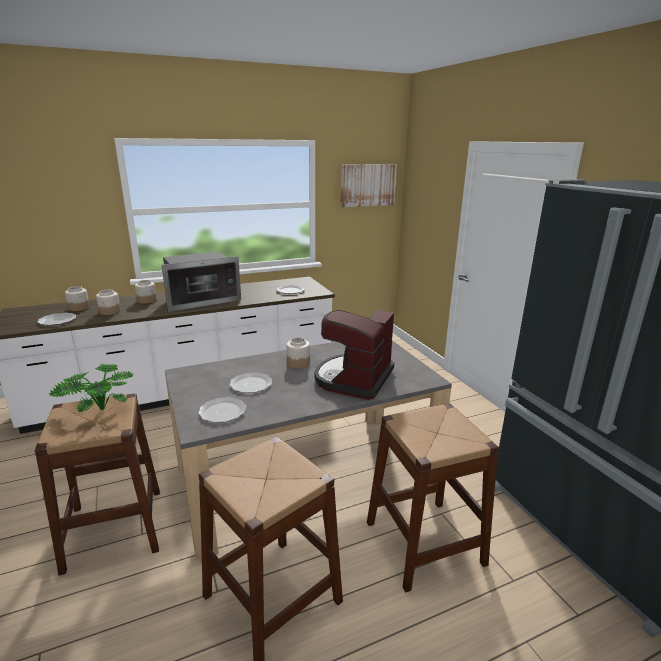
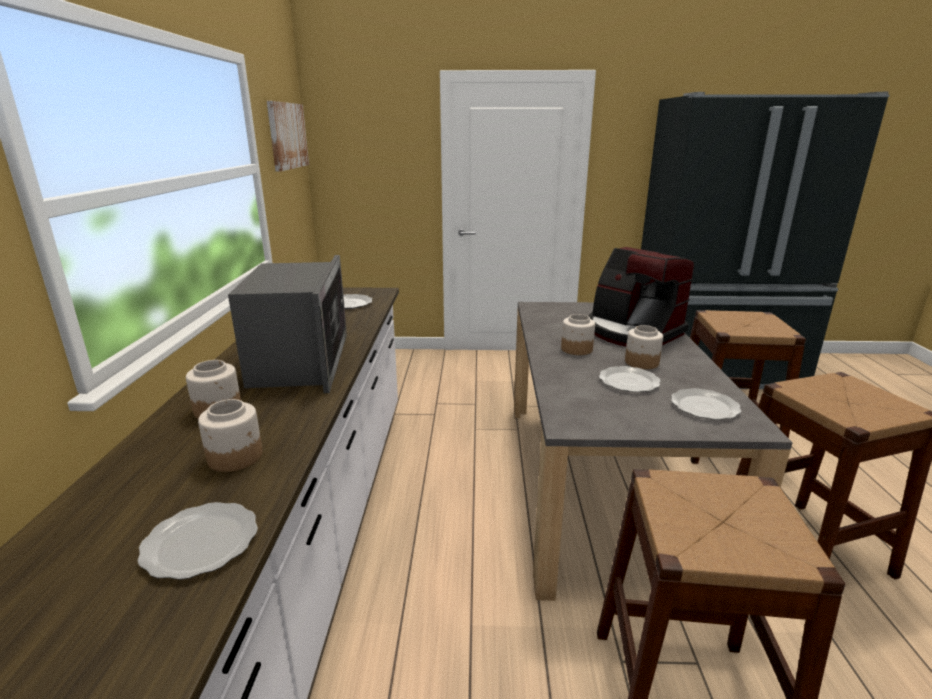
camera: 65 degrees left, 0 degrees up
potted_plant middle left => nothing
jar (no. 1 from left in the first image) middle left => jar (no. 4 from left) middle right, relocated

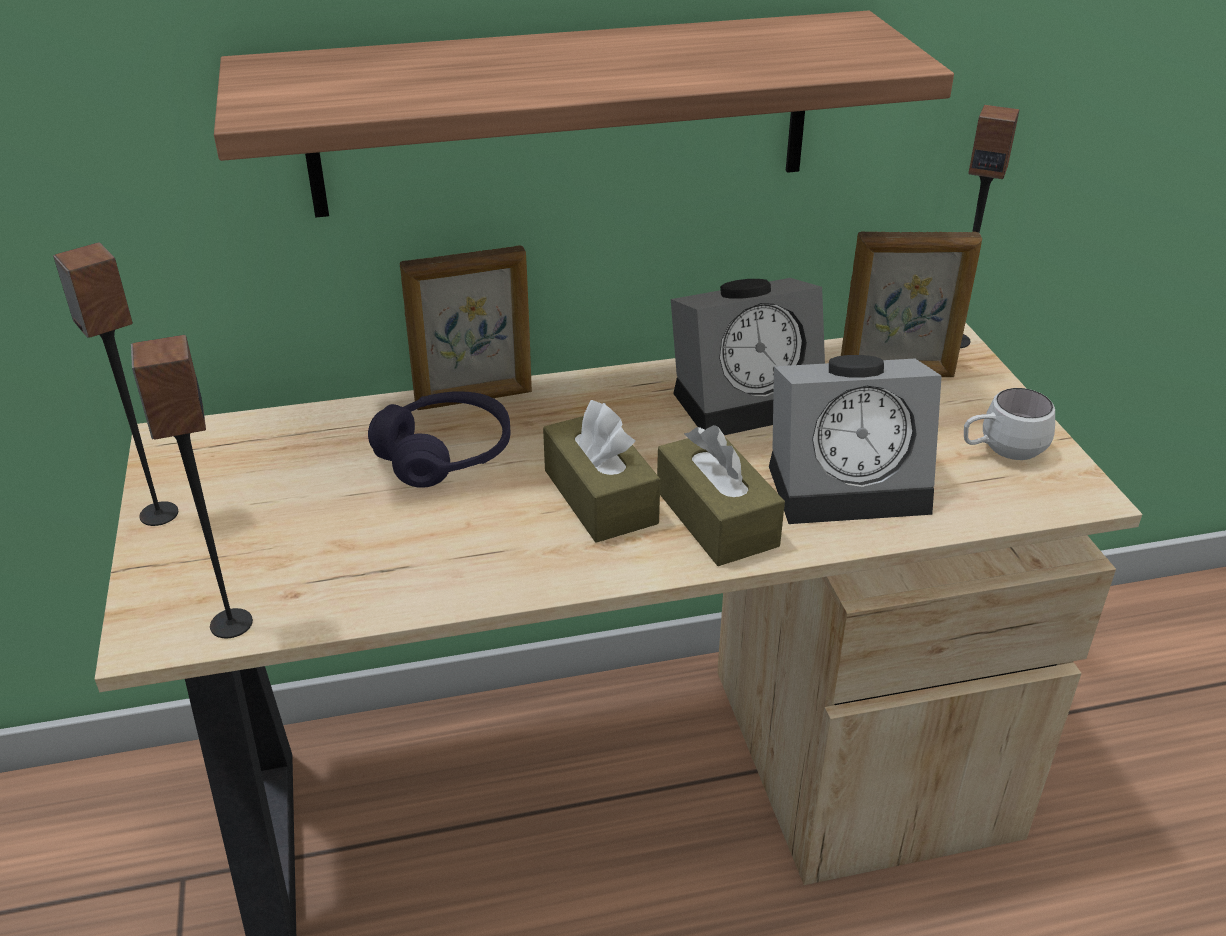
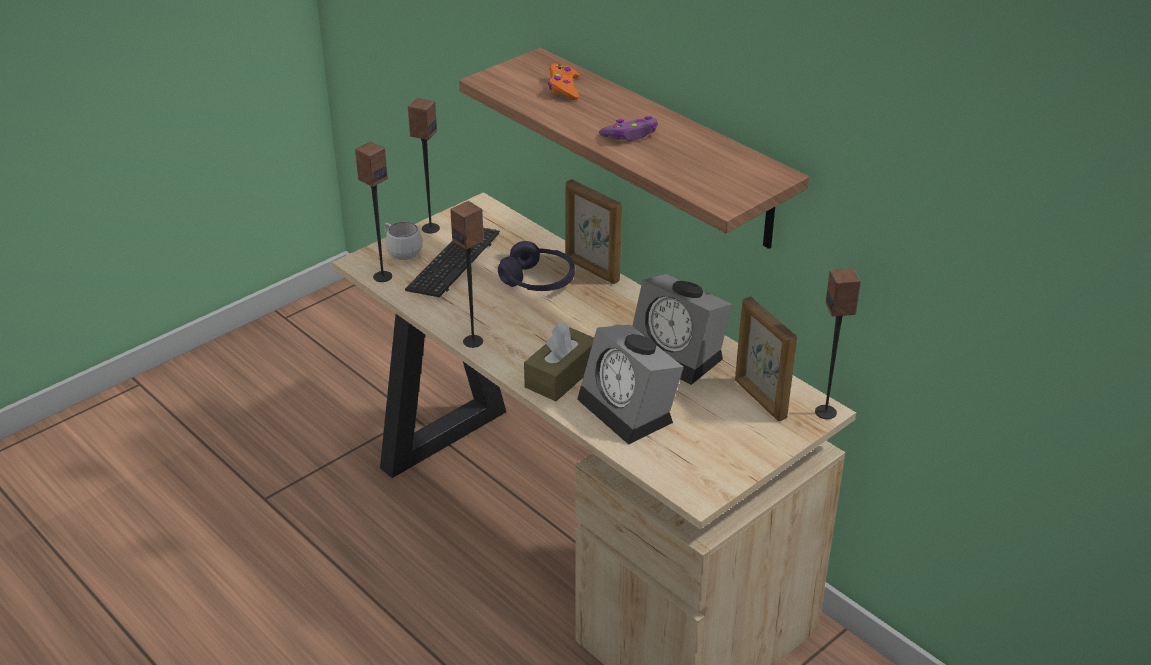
camera: 60 degrees right, 0 degrees up
brown_tissue_box (no. 1 from left) centre => nothing
white_mug middle right => white_mug centre, relocated
nothing => keyboard centre
nothing => speaker (no. 3 from left) centre
nothing => orange_game_controller top centre
nothing => purple_game_controller top centre

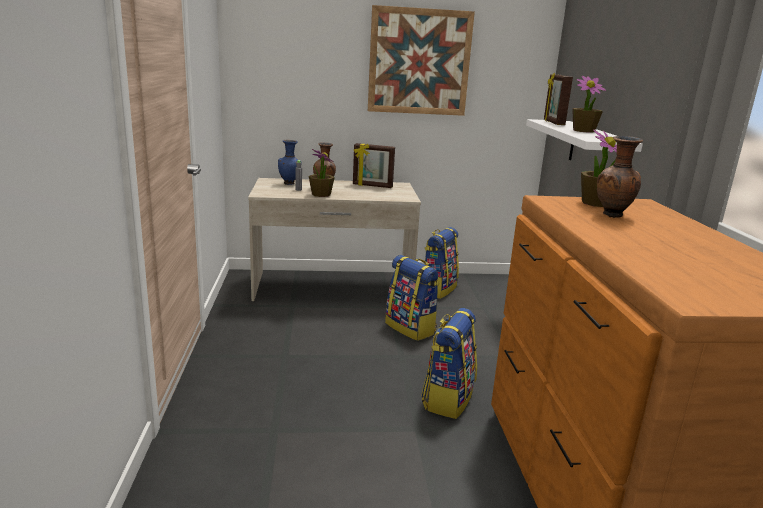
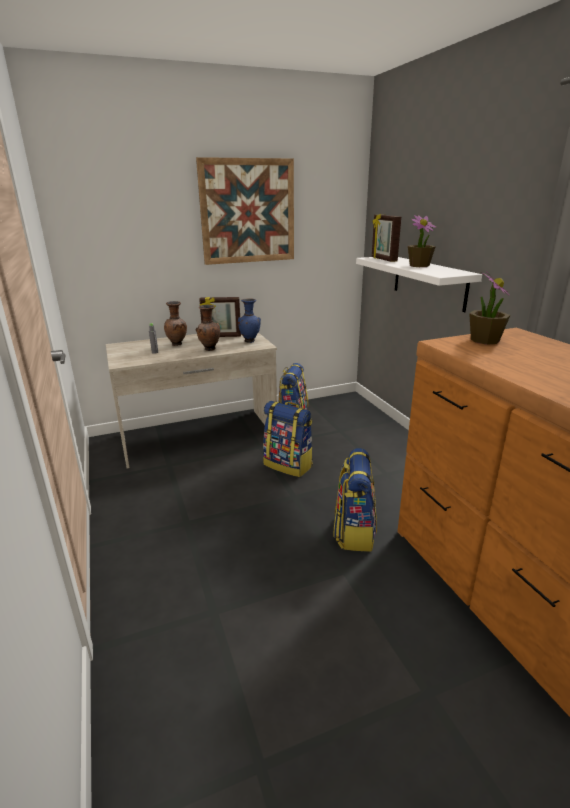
camera: 15 degrees left, 5 degrees up
blue_vase top centre => blue_vase centre, relocated
potted_plant (no. 1 from left) centre => nothing
brown_vase (no. 2 from left) middle right => brown_vase (no. 2 from left) centre, relocated

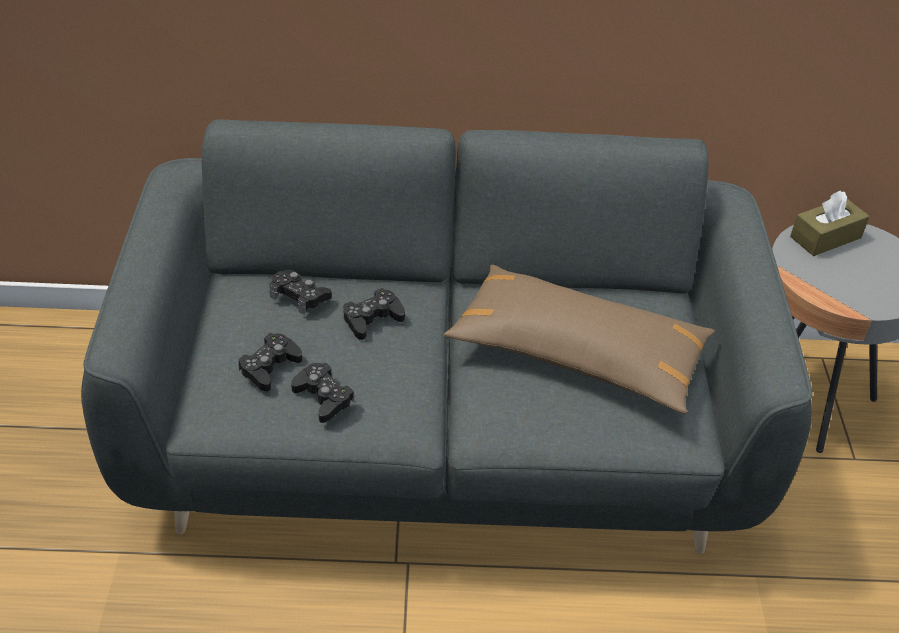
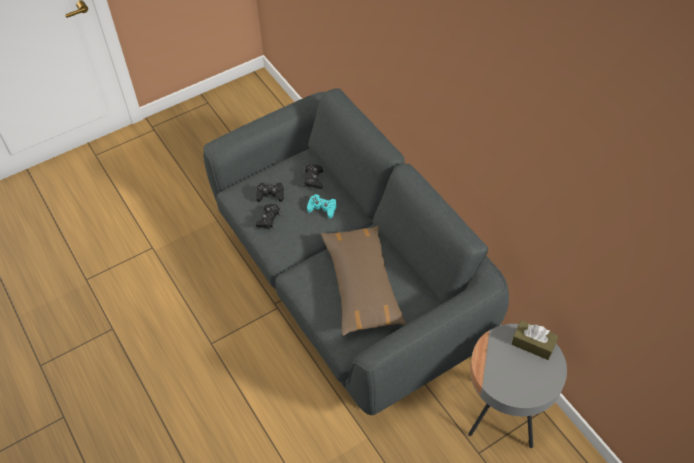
camera: 60 degrees right, 10 degrees up
black_game_controller (no. 4 from left) centre => turquoise_game_controller centre

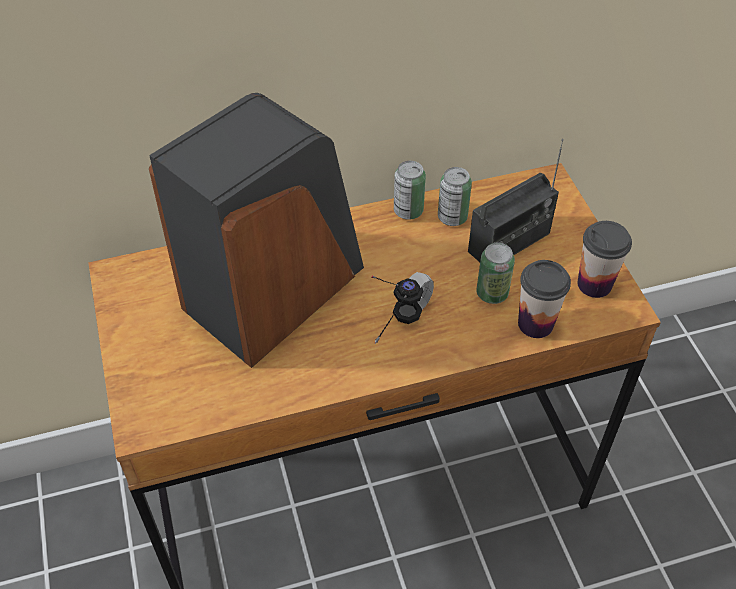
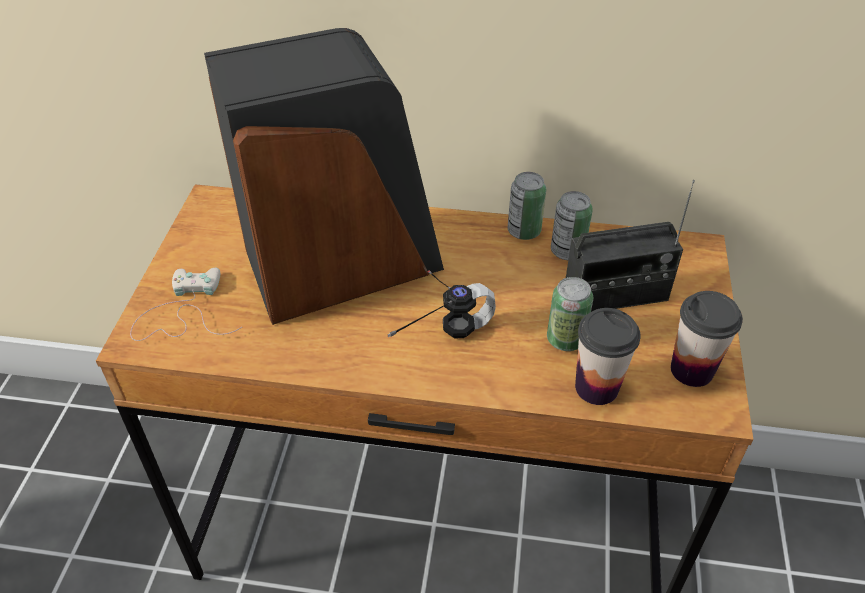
camera: 25 degrees right, 5 degrees down
nothing => white_game_controller middle left

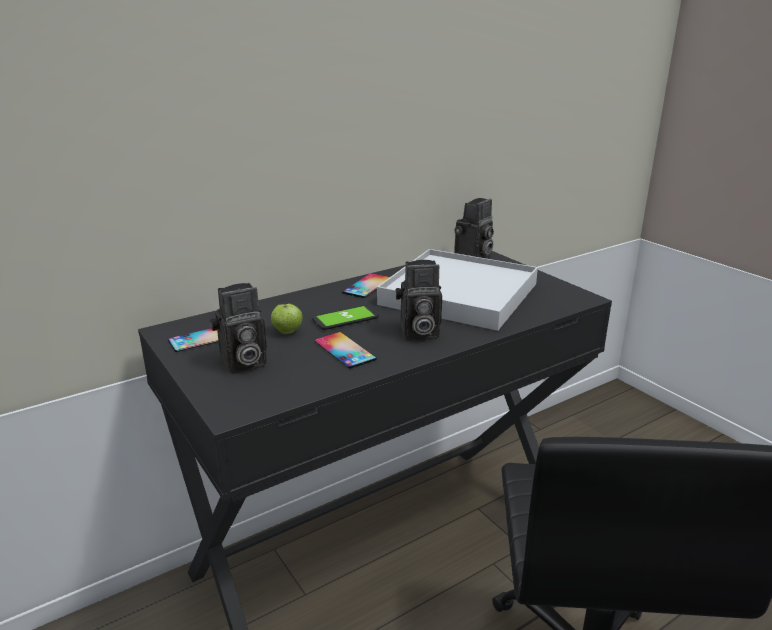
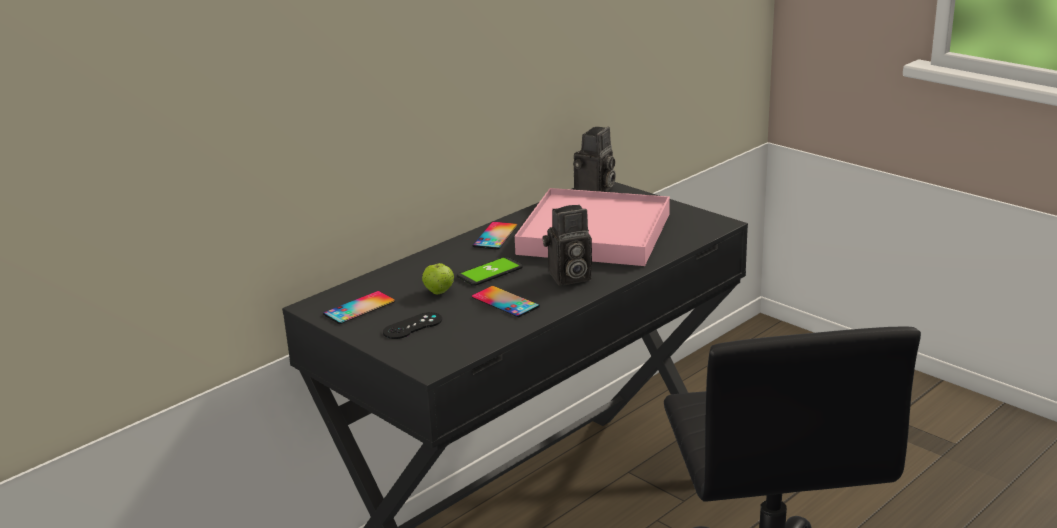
camera: 10 degrees left, 0 degrees up
photo_camera (no. 1 from left) middle left => black_game_controller centre
white_tray centre => pink_tray centre

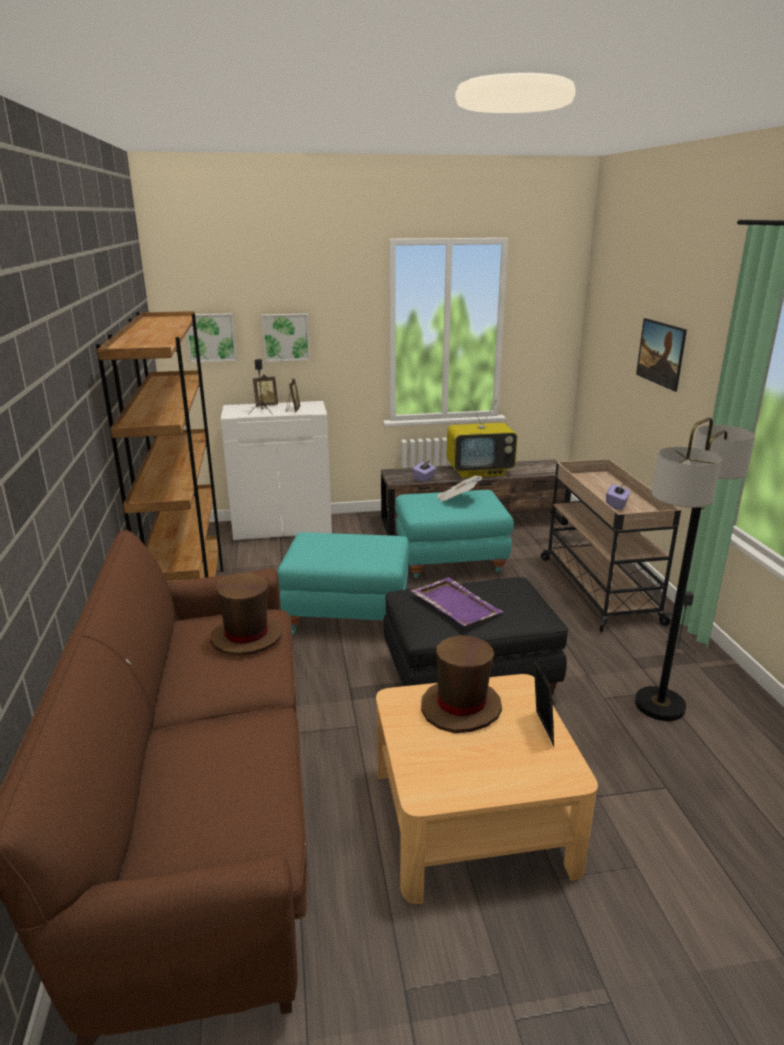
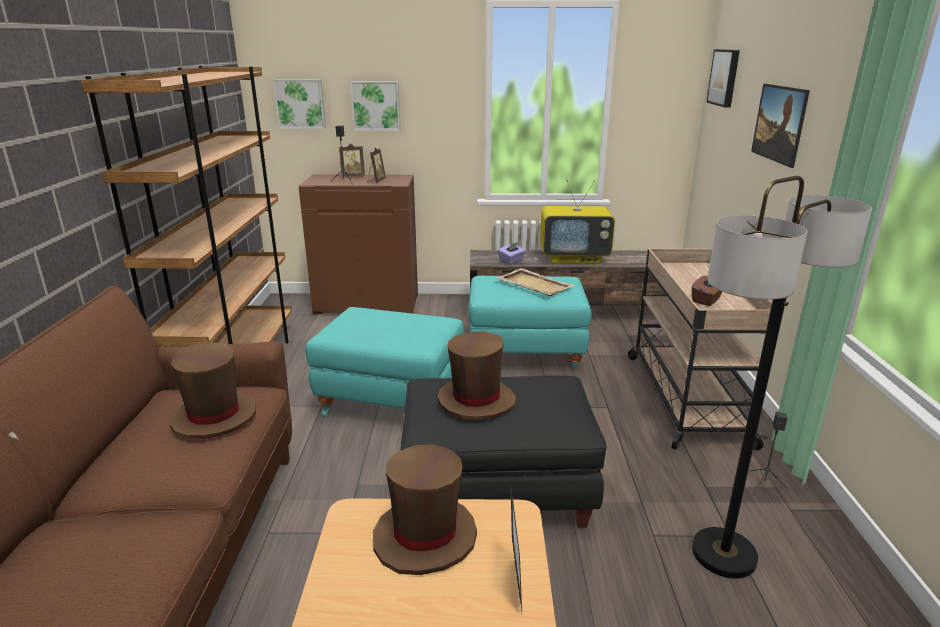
camera: 10 degrees right, 0 degrees up
white_cabinet centre => brown_cabinet centre
purple_tray centre => brown_hat (no. 3 from left) centre
newspaper centre => beige_tray centre
purple_tissue_box (no. 2 from left) middle right => brown_tissue_box middle right
nothing => picture (no. 3 from left) top right

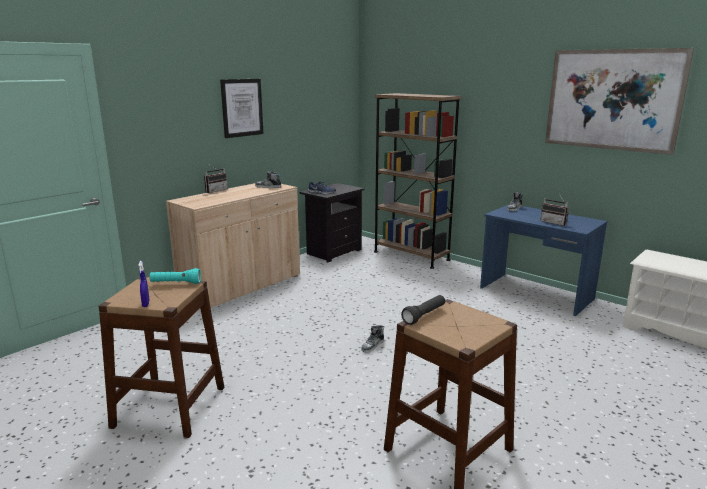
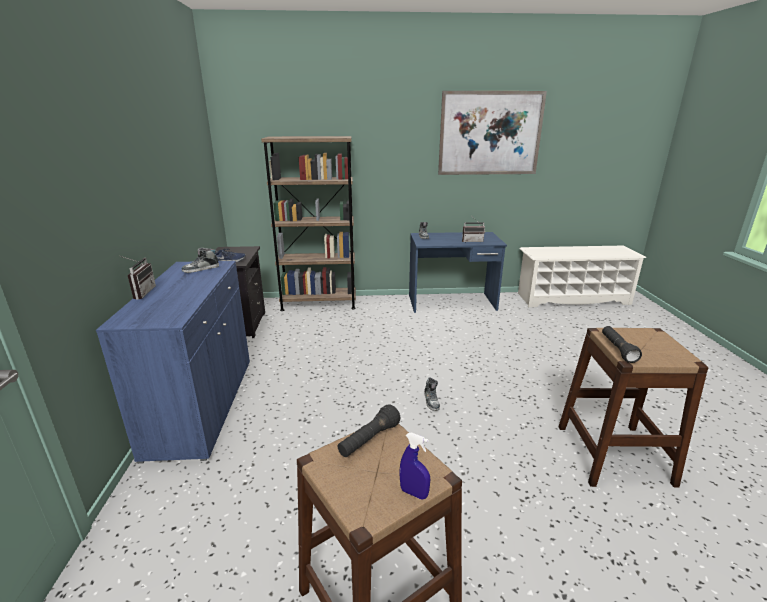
camera: 45 degrees left, 5 degrees up
turquoise_flashlight middle left => black_flashlight (no. 1 from left) bottom centre
beige_cabinet middle left => blue_cabinet middle left
picture (no. 1 from left) top centre => nothing

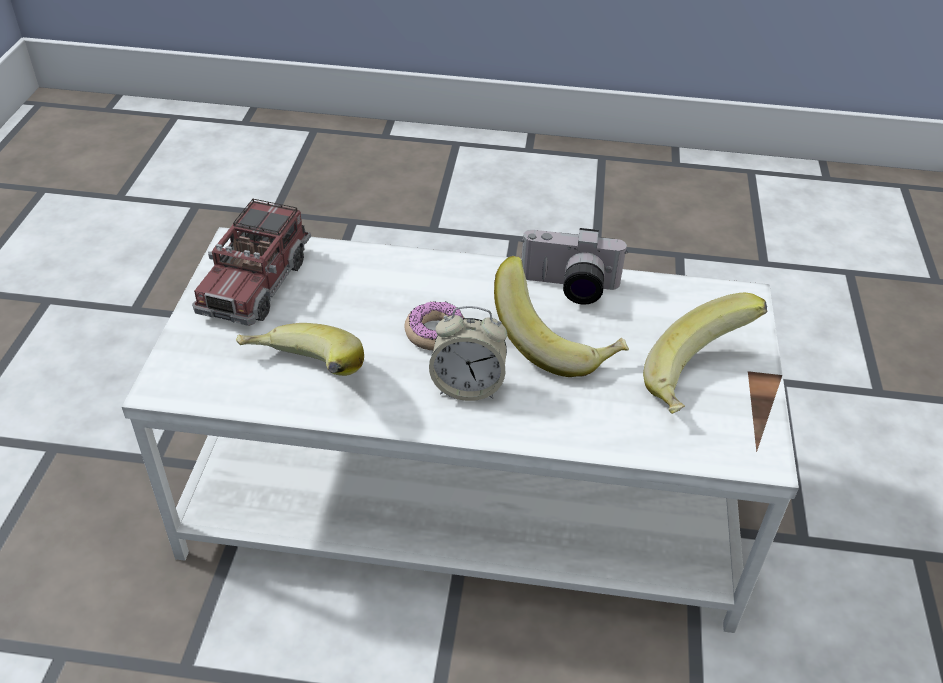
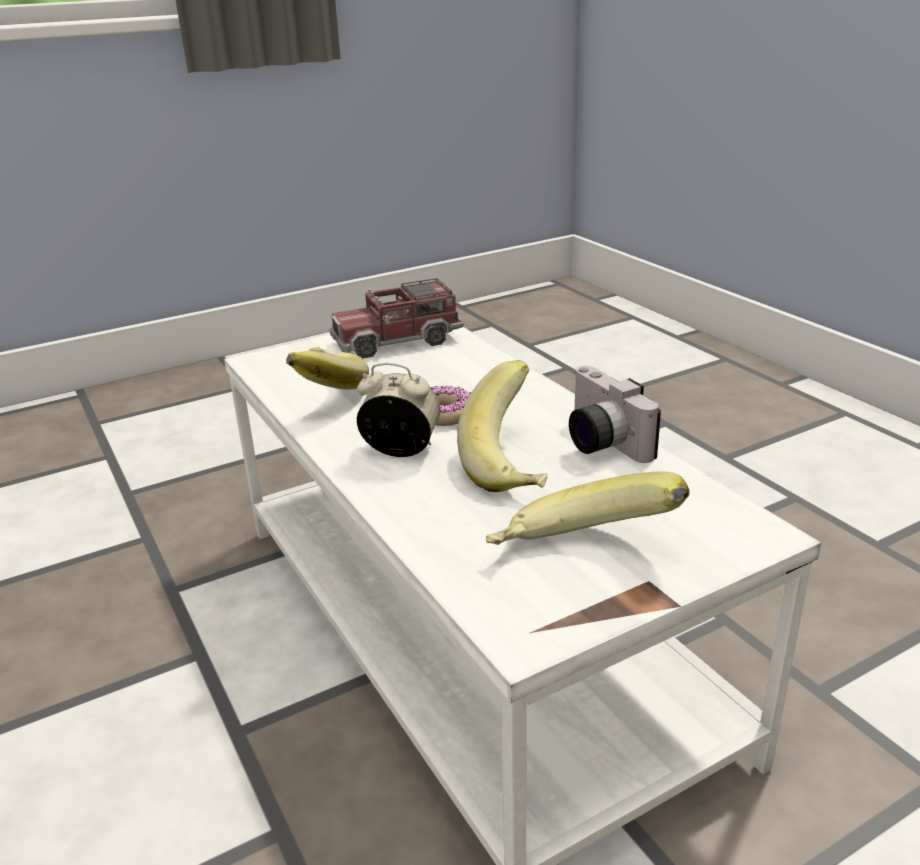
camera: 55 degrees right, 15 degrees down
alarm_clock centre, 135 degrees clockwise

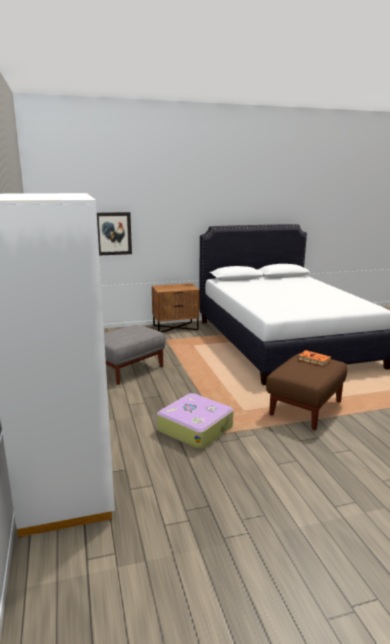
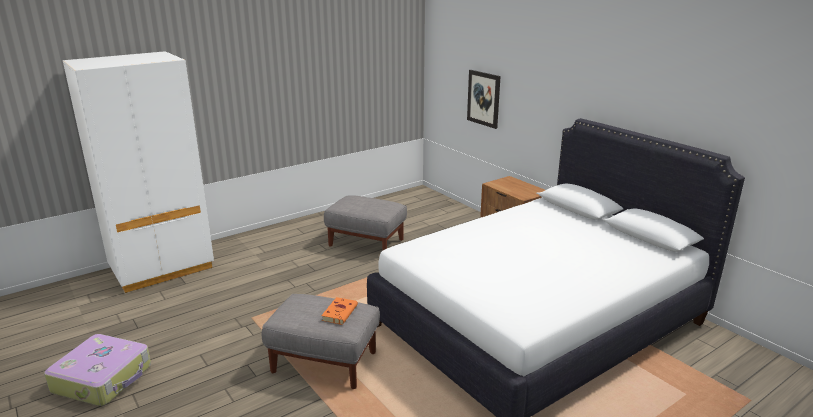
camera: 70 degrees right, 5 degrees up
suitcase centre => suitcase bottom left, relocated
brown_ottoman middle right => grey_ottoman (no. 1 from left) bottom centre

